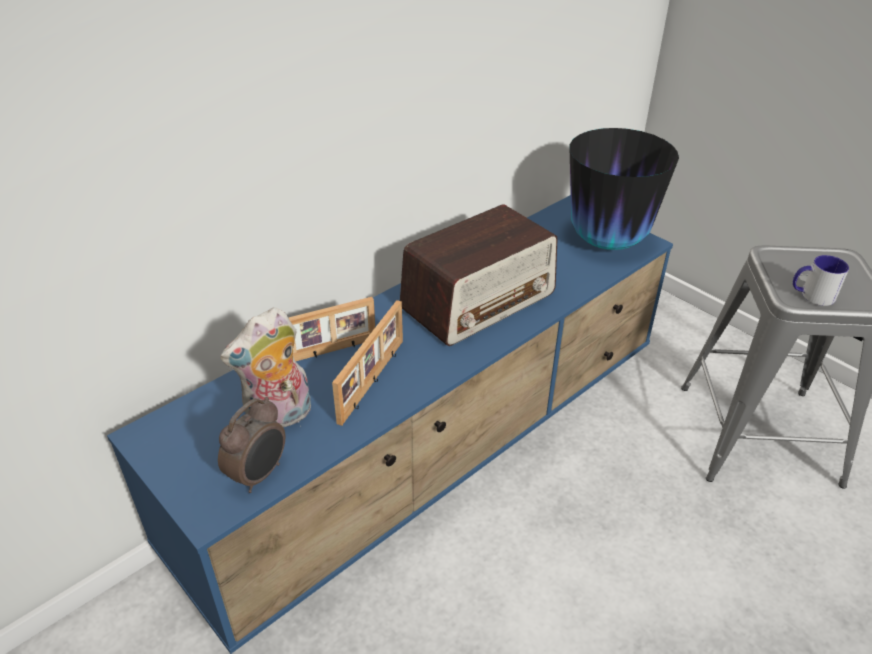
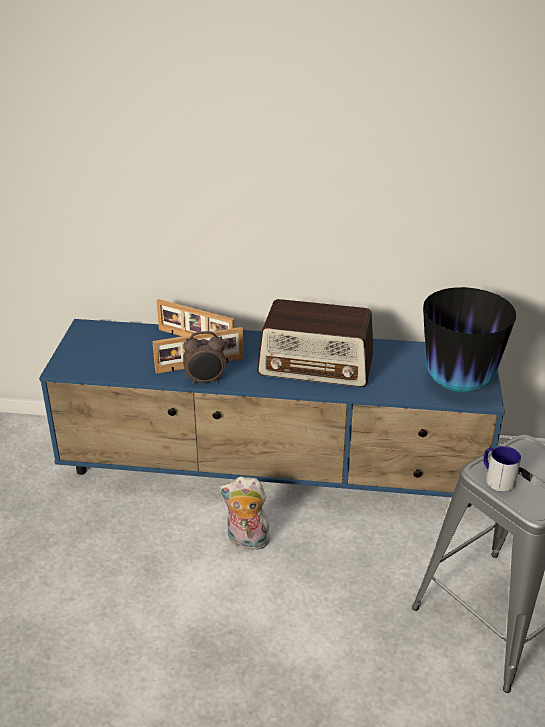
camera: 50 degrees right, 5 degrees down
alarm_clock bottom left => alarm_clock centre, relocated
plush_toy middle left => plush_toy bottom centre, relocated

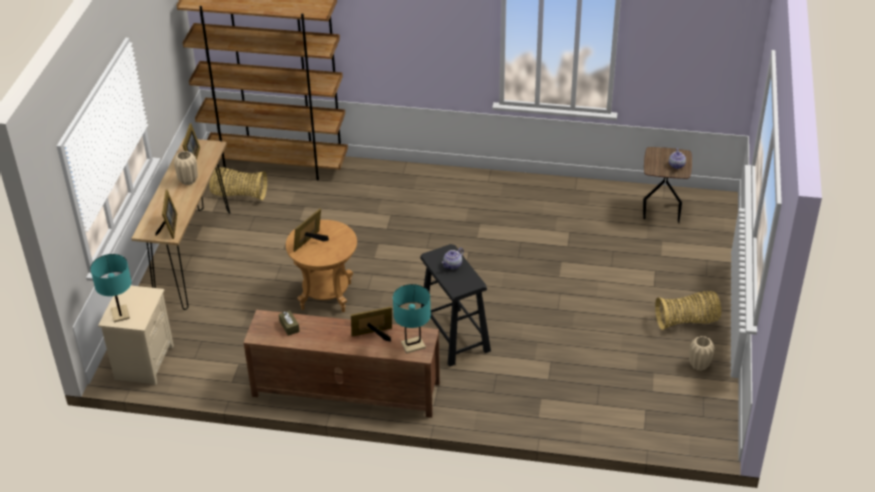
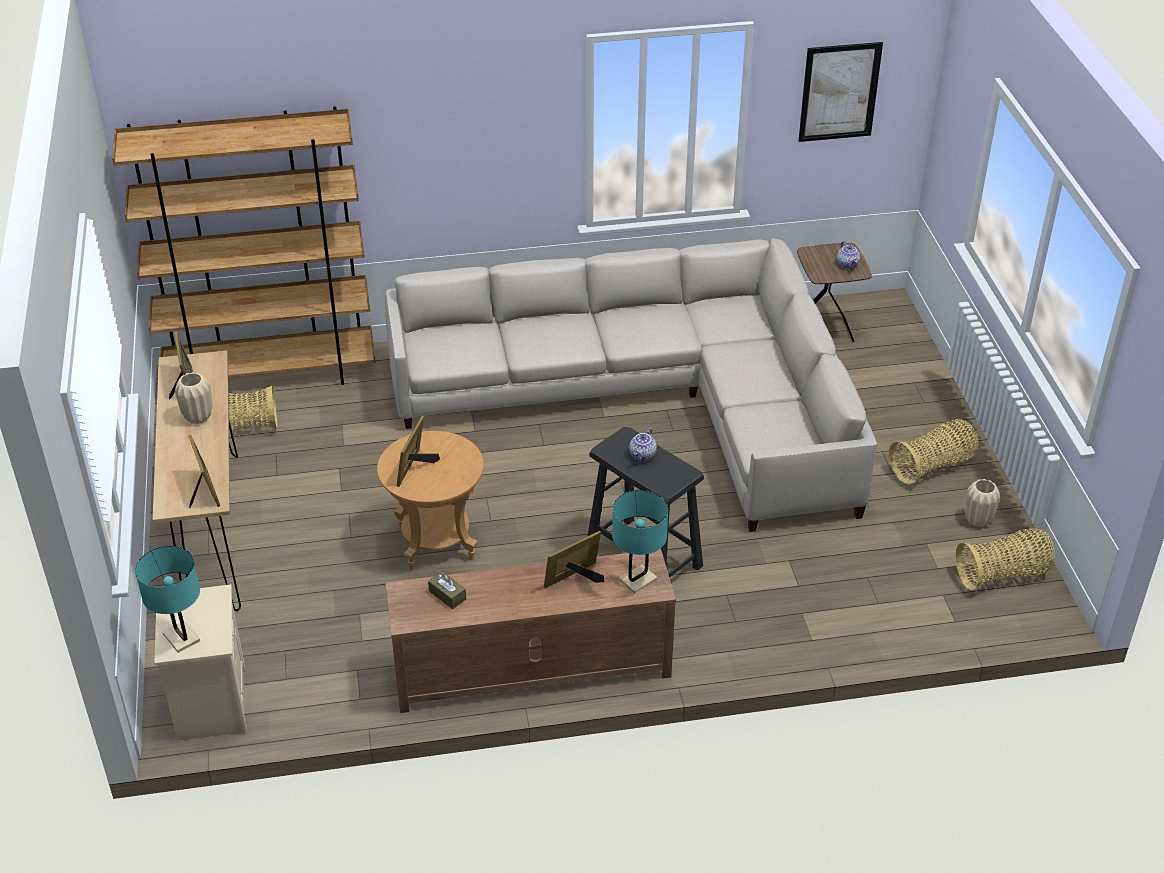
camera: 20 degrees left, 0 degrees up
nothing => beige_sofa centre
nothing => picture top right
nothing => basket (no. 3 from left) middle right

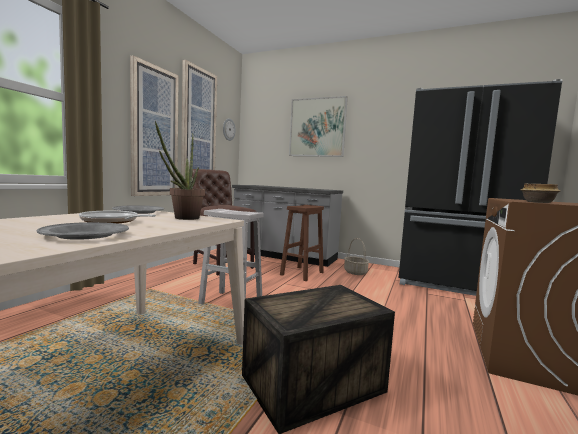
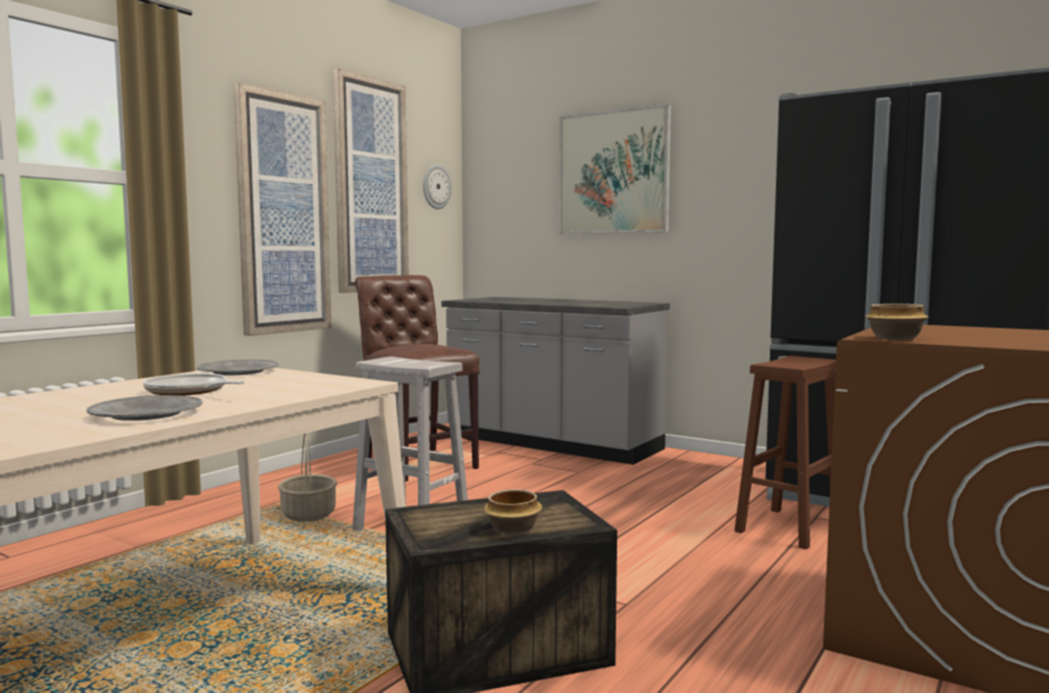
camera: 10 degrees right, 0 degrees up
potted_plant middle left => nothing
brown_stool centre => brown_stool middle right, relocated
basket centre => basket bottom left, relocated
nothing => bowl (no. 1 from left) bottom centre

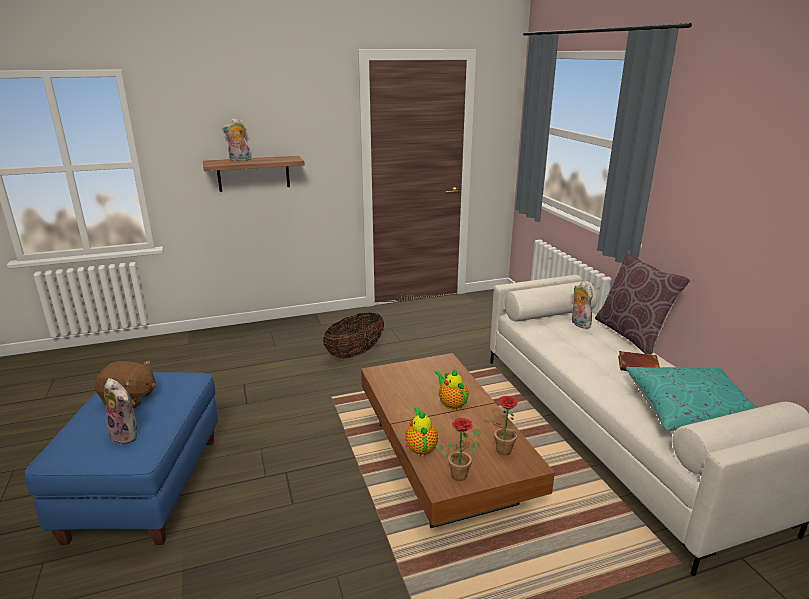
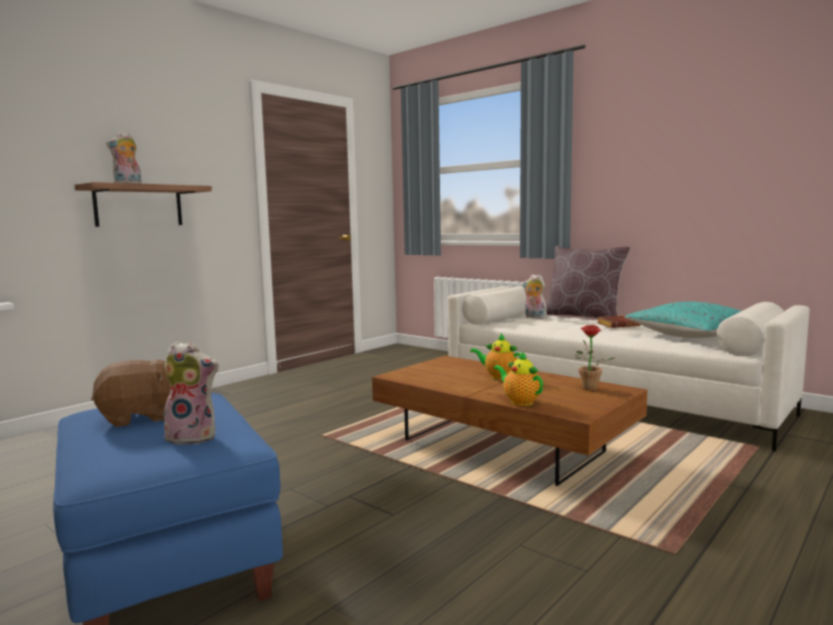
camera: 30 degrees left, 15 degrees down
basket centre => nothing
potted_plant (no. 1 from left) bottom centre => nothing

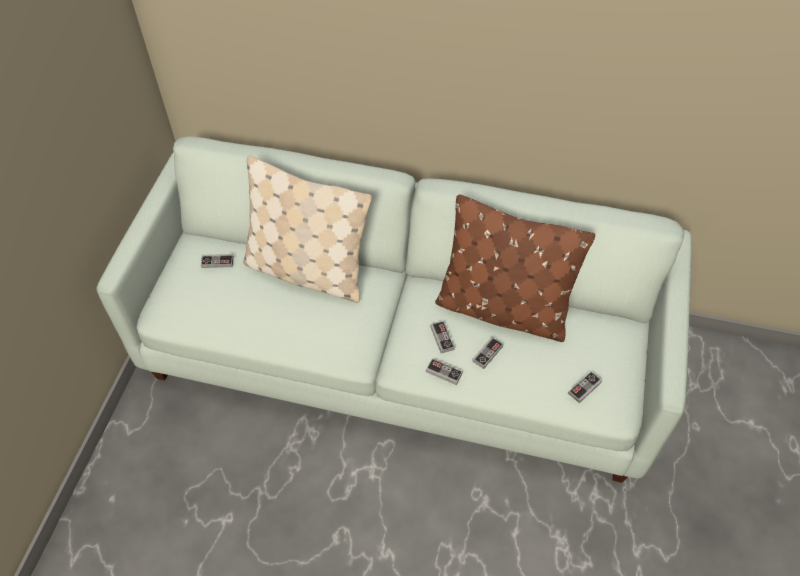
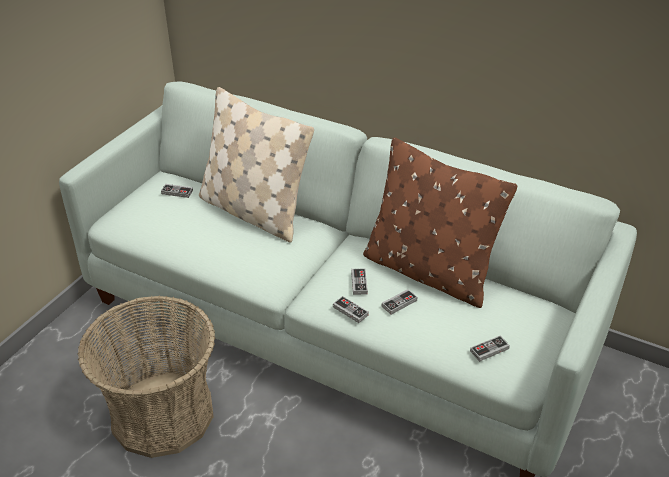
camera: 15 degrees right, 15 degrees down
nothing => basket bottom left

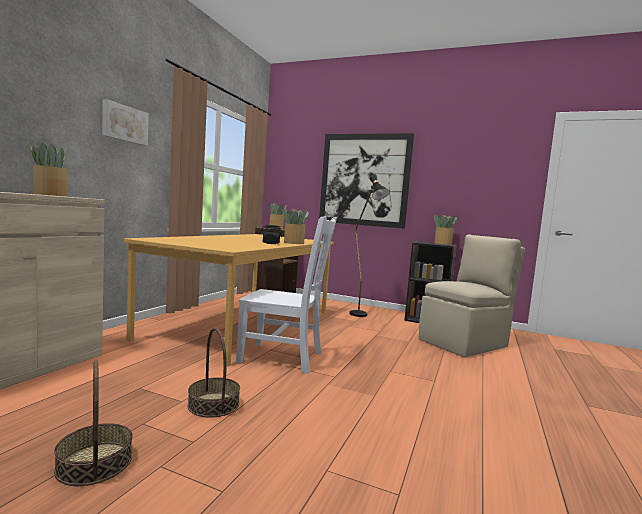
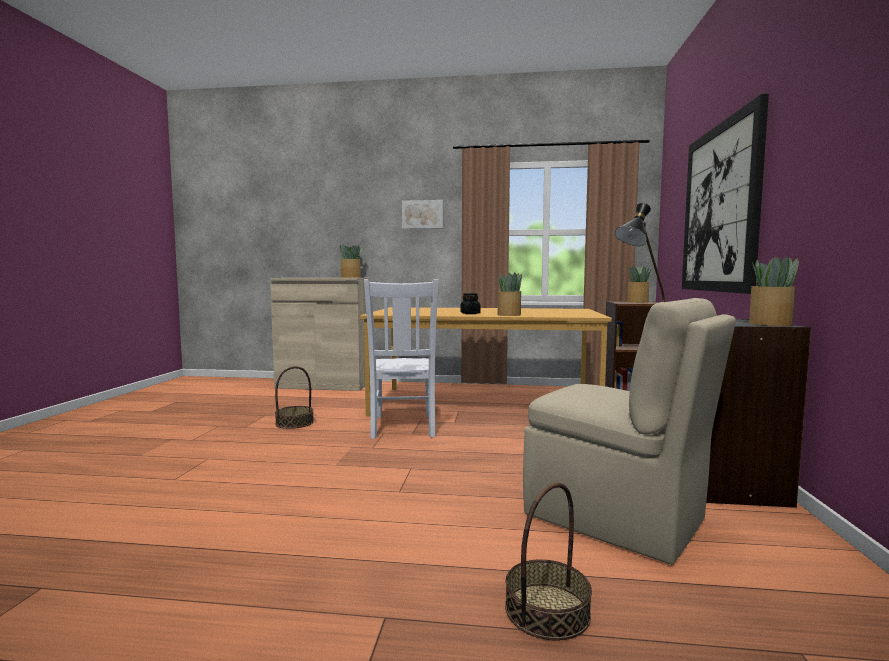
camera: 75 degrees right, 0 degrees up
basket (no. 1 from left in the first image) bottom left => basket (no. 2 from left) bottom centre, relocated

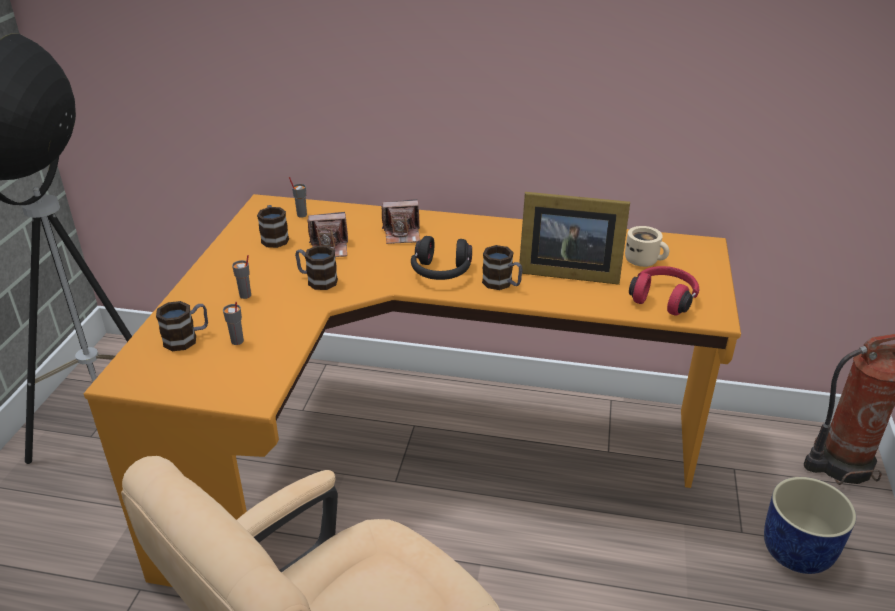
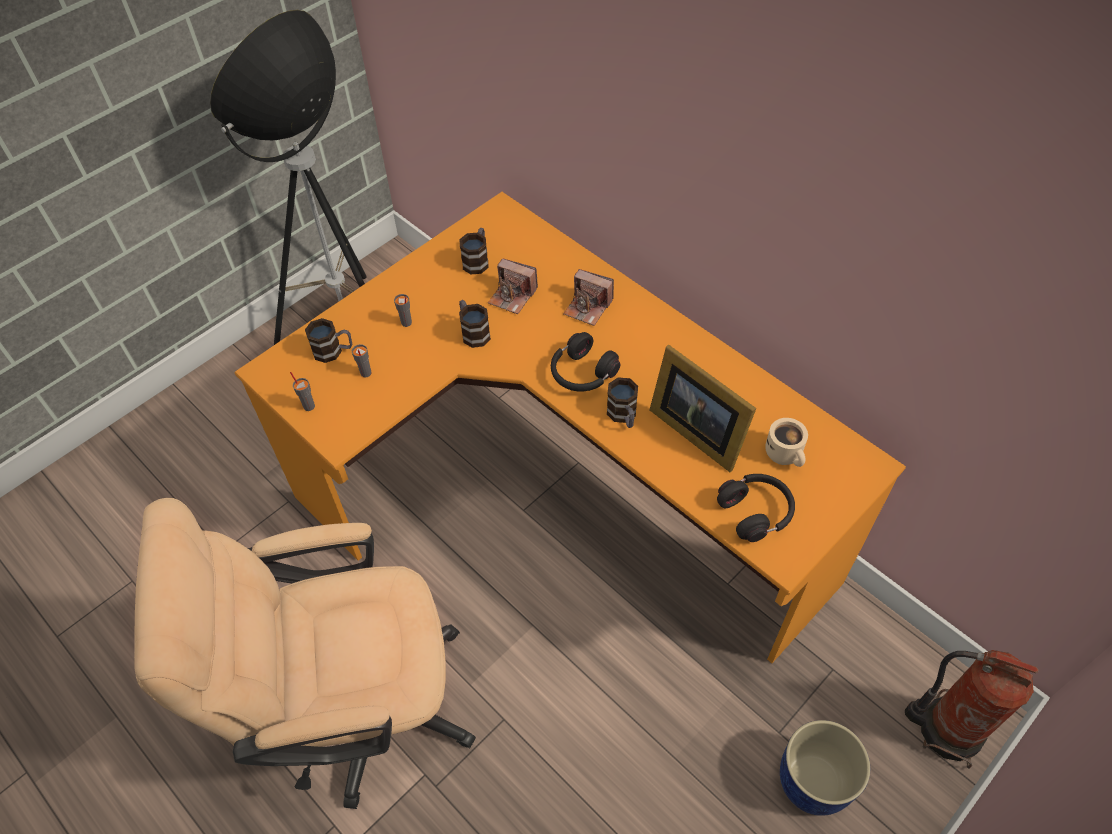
camera: 35 degrees right, 20 degrees up
grey_cup (no. 3 from left in the first image) top left => grey_cup (no. 1 from left) middle left, relocated
red_headphones middle right => black_headphones (no. 2 from left) middle right

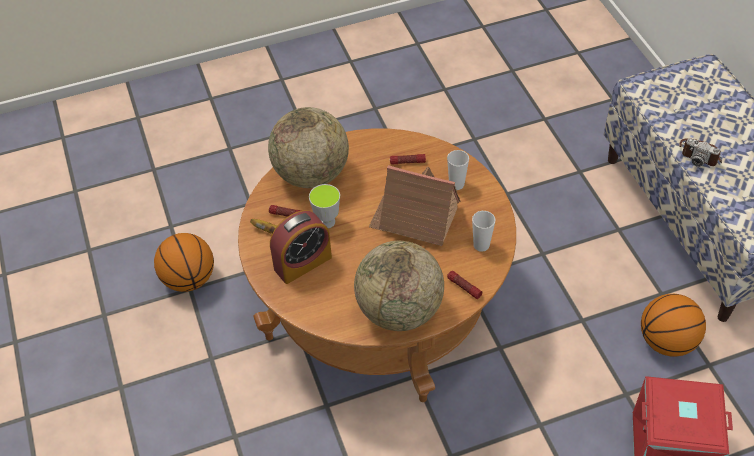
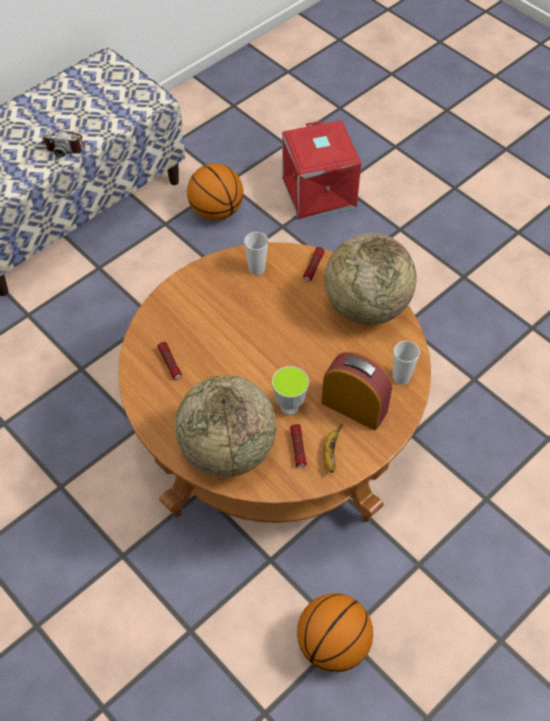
camera: 115 degrees left, 5 degrees up
toy_house centre => nothing
cup (no. 2 from left in the first image) centre => cup (no. 3 from left) middle right, relocated
photo_camera middle right => photo_camera top left, 90 degrees clockwise

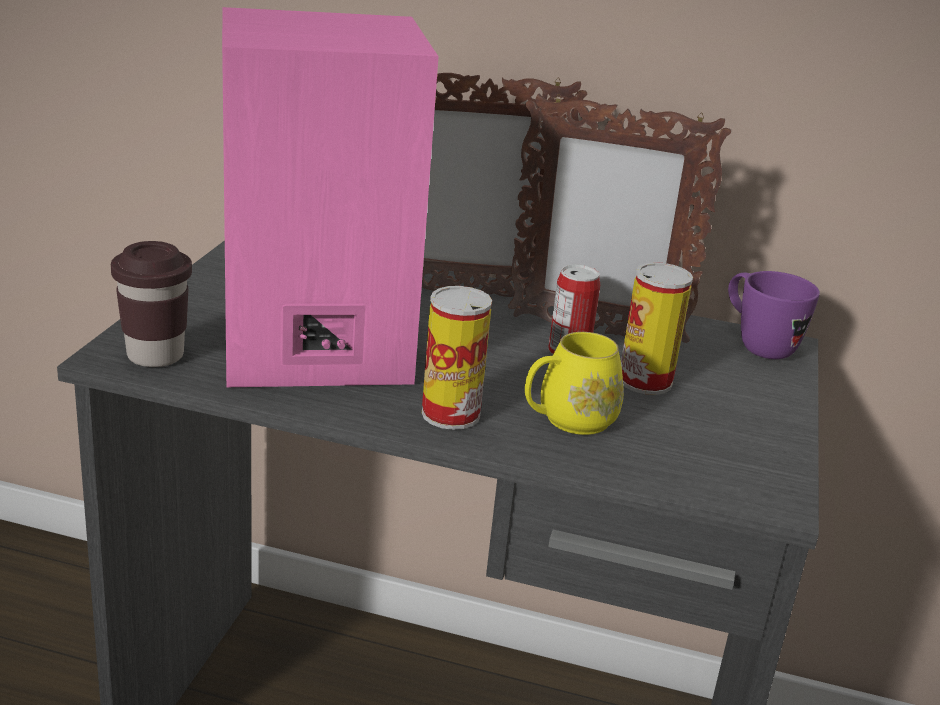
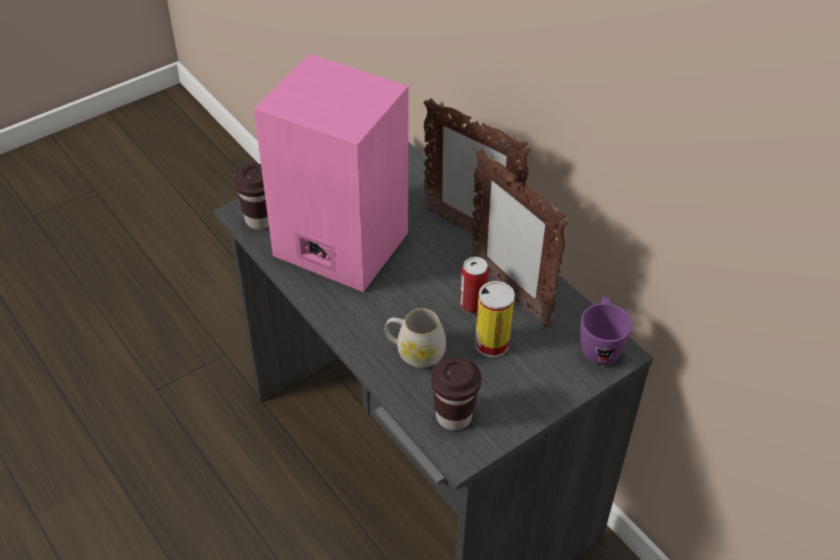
camera: 40 degrees right, 20 degrees up
can (no. 1 from left) centre => nothing
yellow_mug centre => white_mug centre
nothing => brown_cup (no. 2 from left) bottom centre

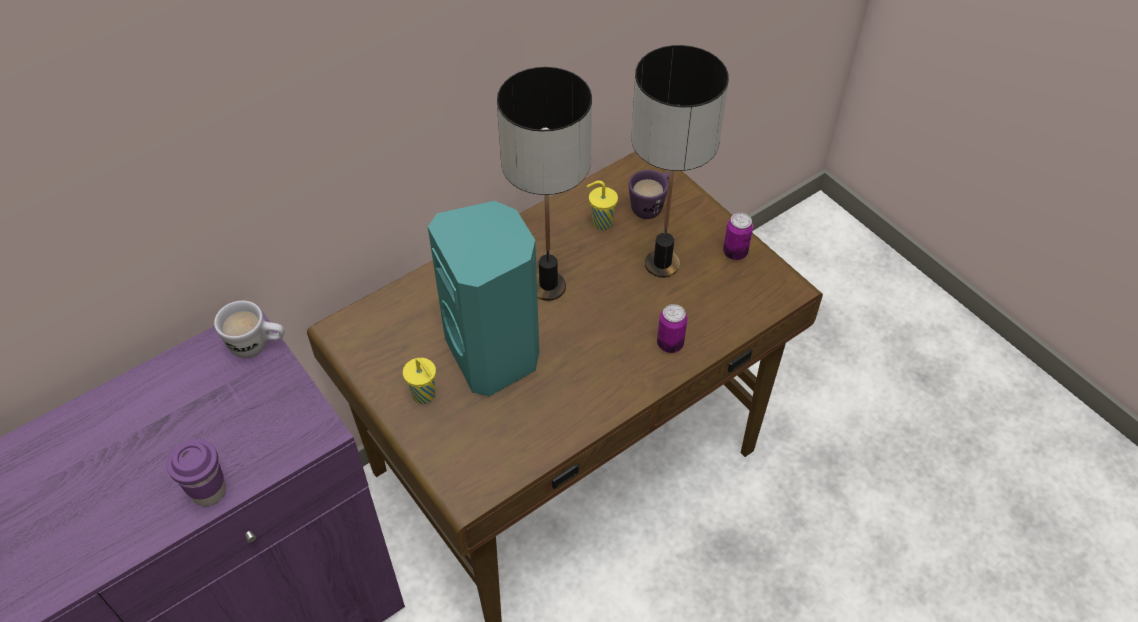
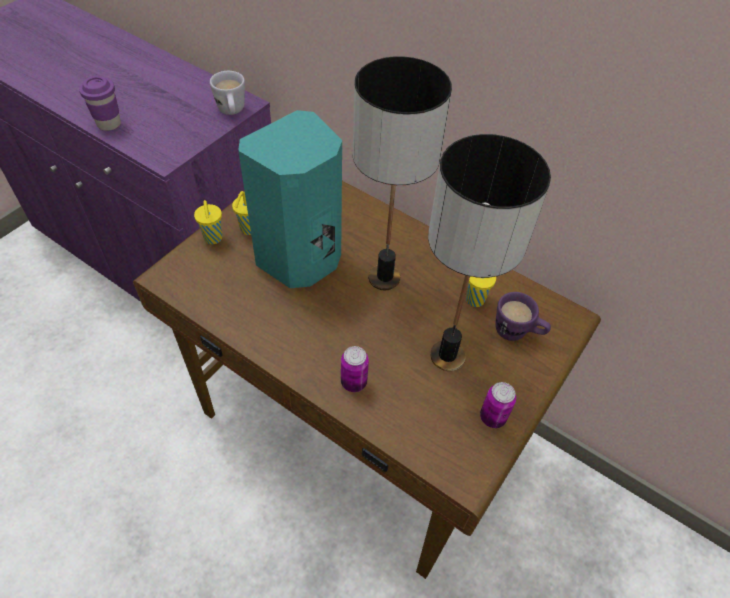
camera: 70 degrees right, 0 degrees up
nothing => yellow_cup (no. 1 from left) middle left

